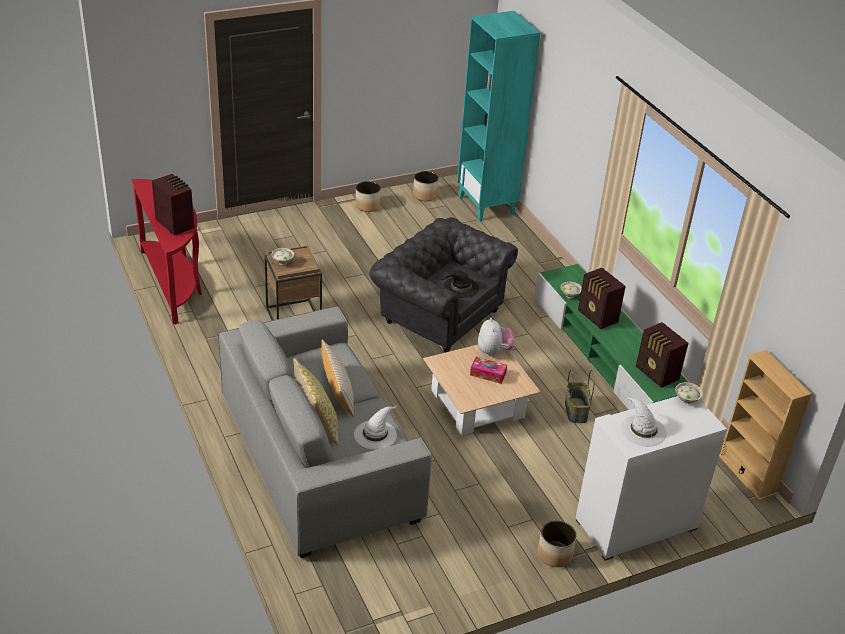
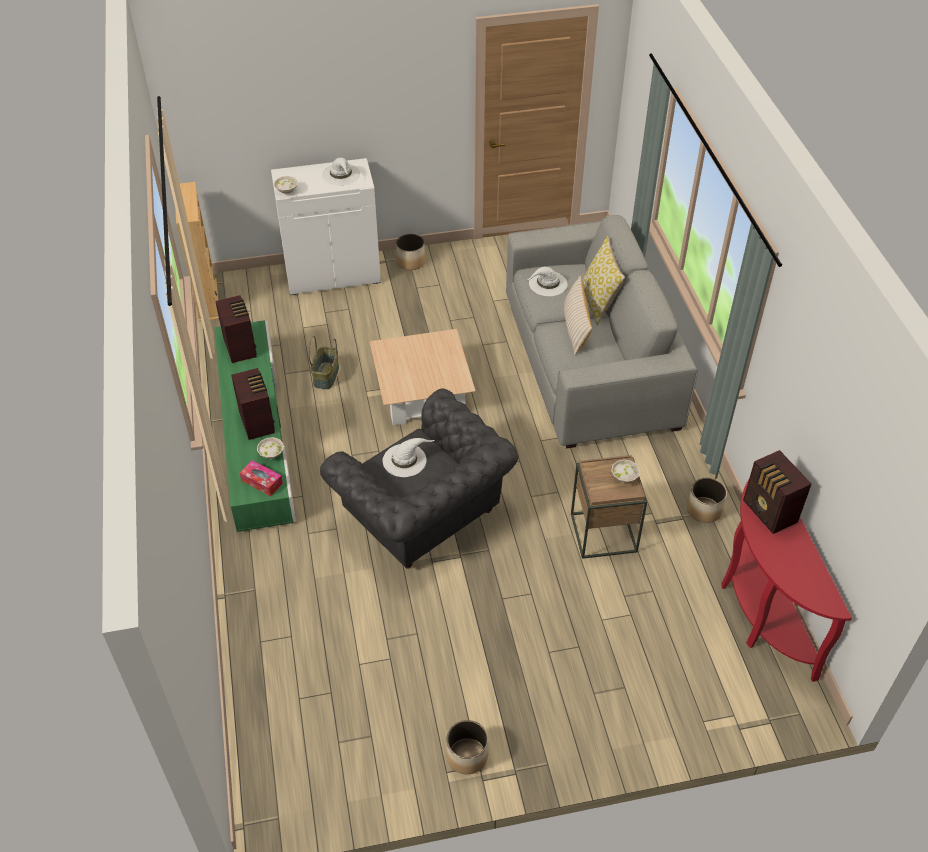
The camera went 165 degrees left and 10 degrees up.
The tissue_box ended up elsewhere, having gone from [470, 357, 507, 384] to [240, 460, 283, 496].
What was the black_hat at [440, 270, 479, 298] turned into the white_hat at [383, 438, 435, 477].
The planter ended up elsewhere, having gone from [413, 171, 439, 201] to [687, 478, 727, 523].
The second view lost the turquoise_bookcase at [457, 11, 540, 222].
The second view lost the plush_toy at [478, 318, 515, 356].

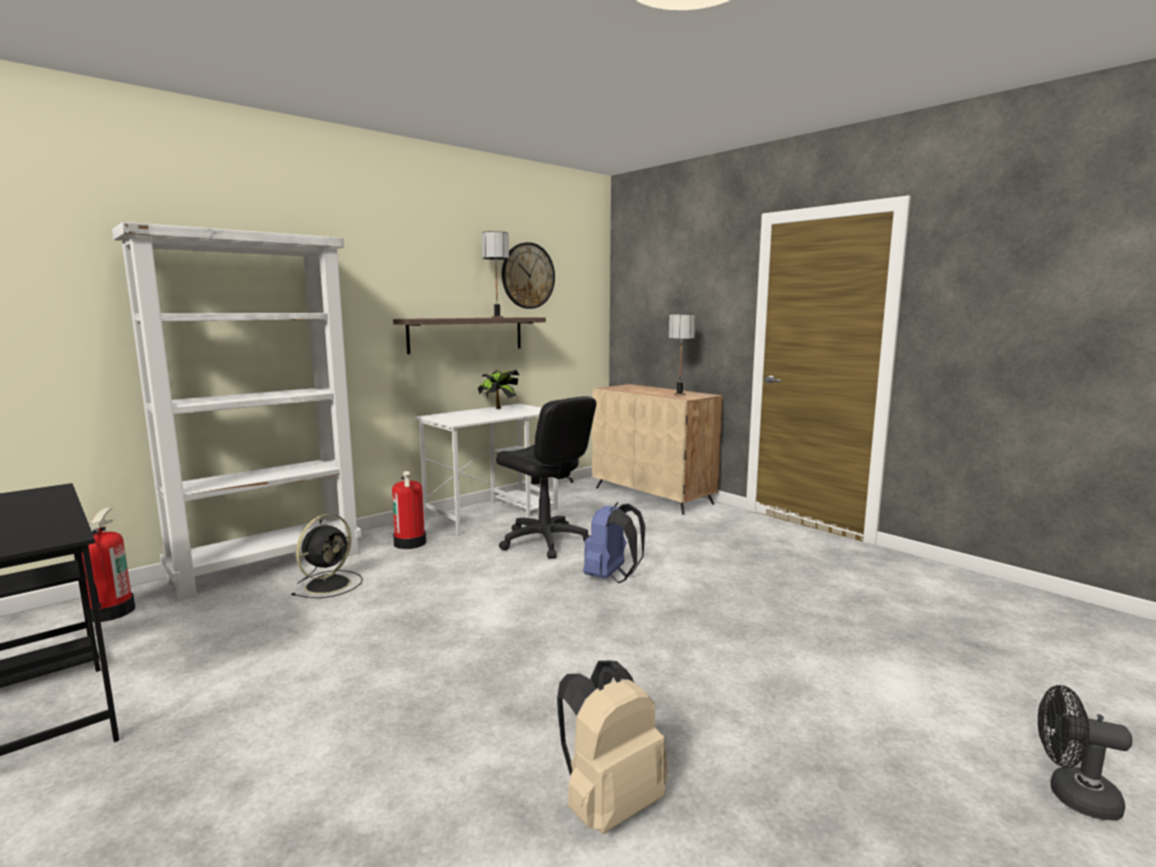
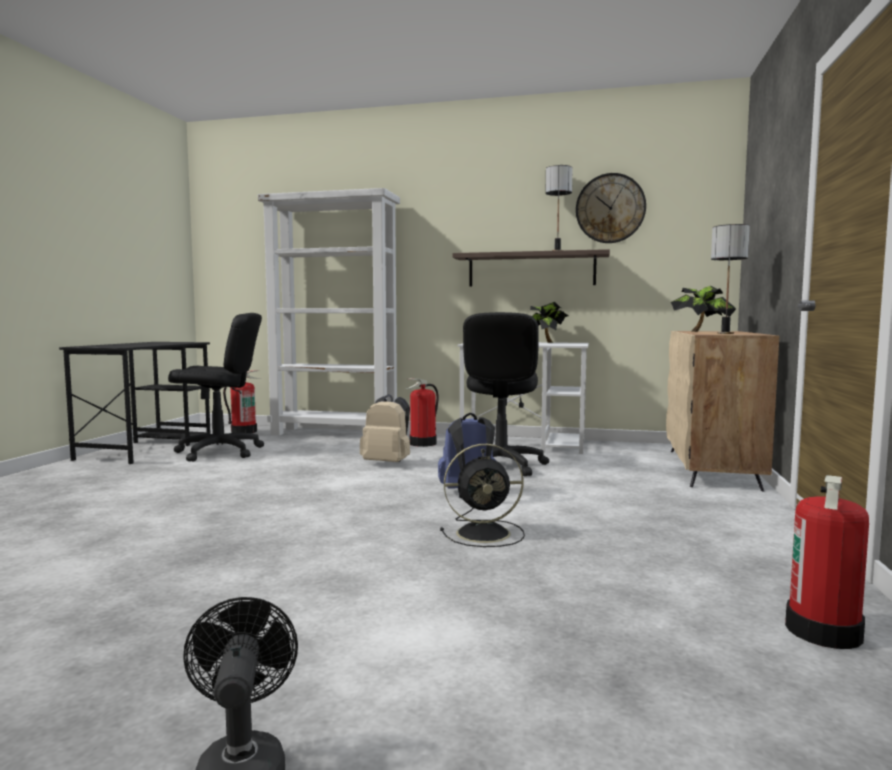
The camera went 55 degrees right and 5 degrees down.
The second view gained the black_office_chair at [168, 313, 264, 462].
The beige_backpack ended up elsewhere, having gone from [557, 661, 668, 834] to [360, 394, 410, 462].
The black_fan ended up elsewhere, having gone from [291, 514, 363, 598] to [440, 444, 525, 547].
The second view gained the potted_plant at [671, 286, 736, 332].
The second view gained the fire_extinguisher at [785, 475, 869, 649].

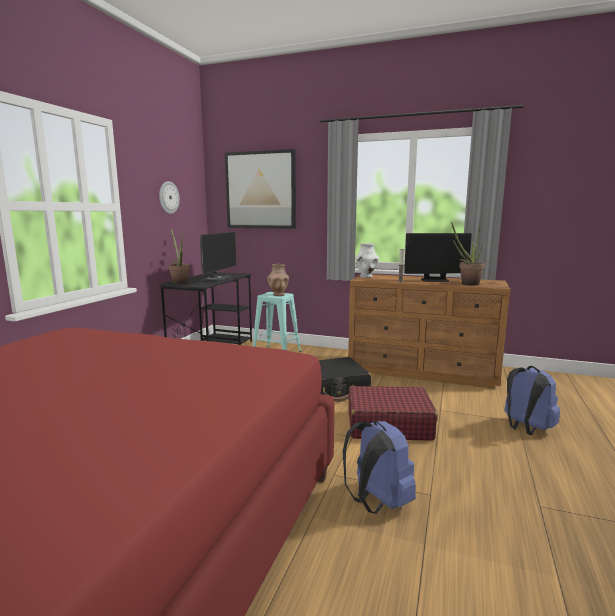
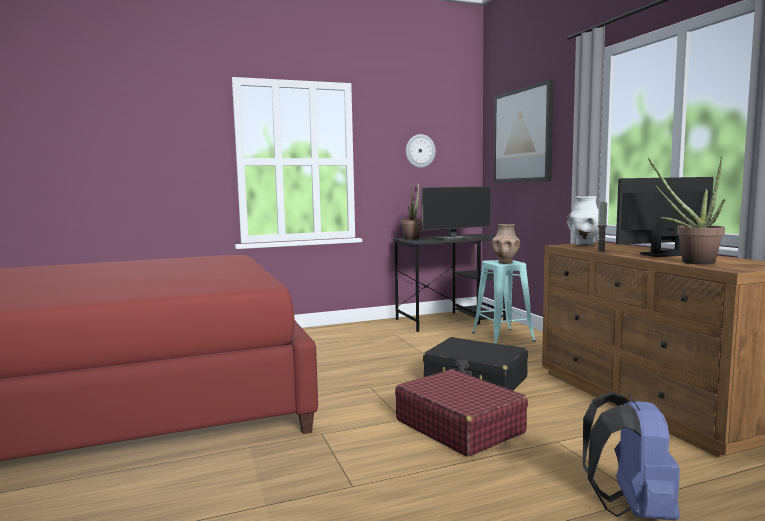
The camera went 50 degrees right and 5 degrees down.
The monitor at [404, 233, 472, 282] ended up facing another way, 120 degrees clockwise from before.
The second view lost the blue_backpack at [343, 420, 416, 514].

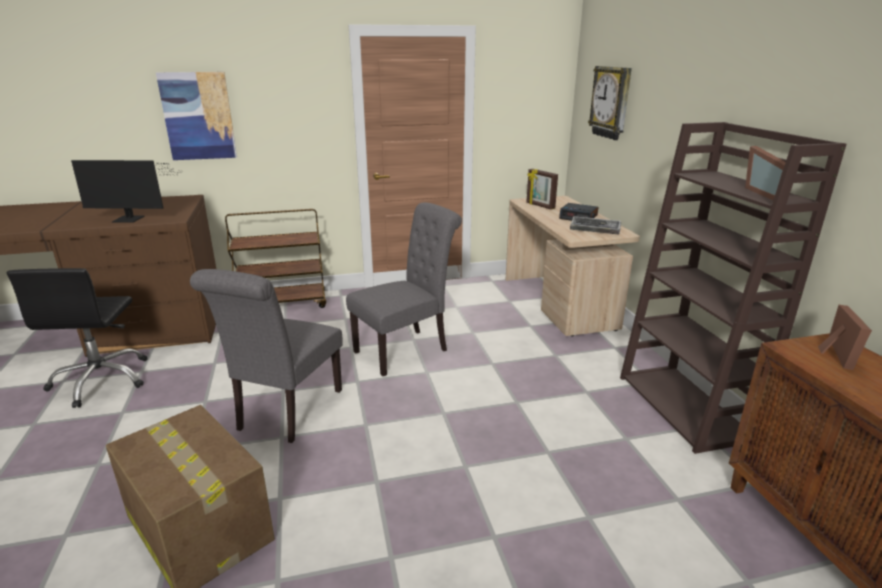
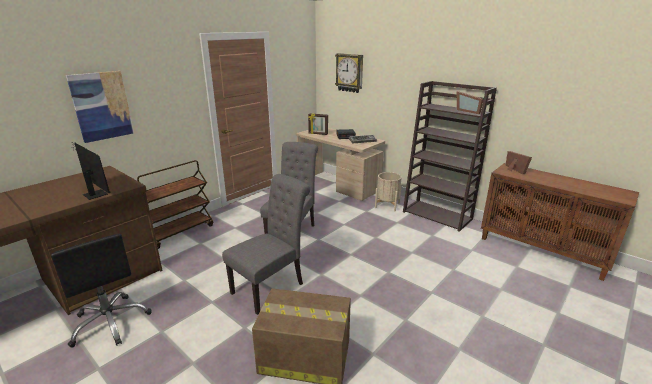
The camera went 35 degrees left and 0 degrees up.
The monitor at [71, 160, 178, 223] ended up facing another way, 105 degrees counterclockwise from before.
The grey_chair at [190, 269, 343, 443] ended up facing another way, 120 degrees counterclockwise from before.
The second view gained the beige_planter at [375, 172, 402, 211].

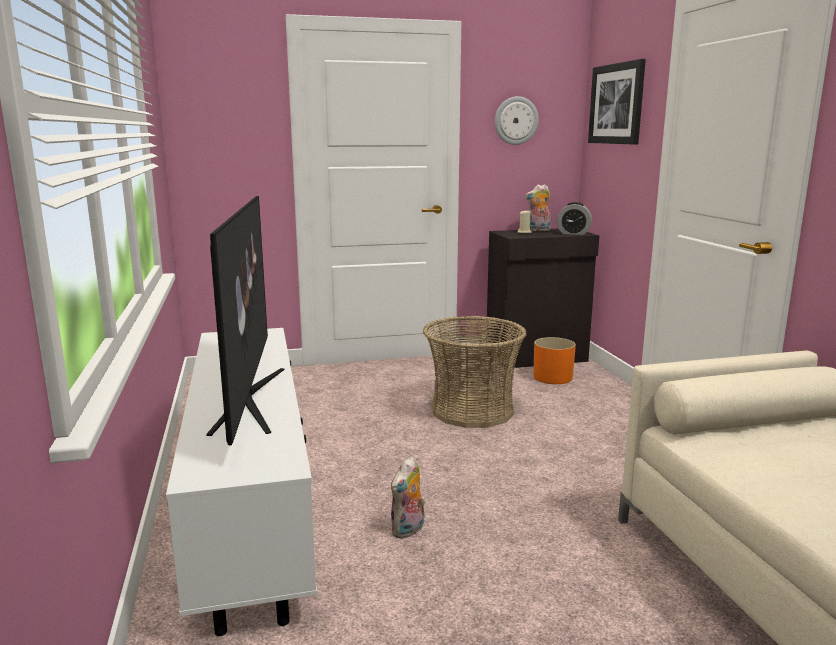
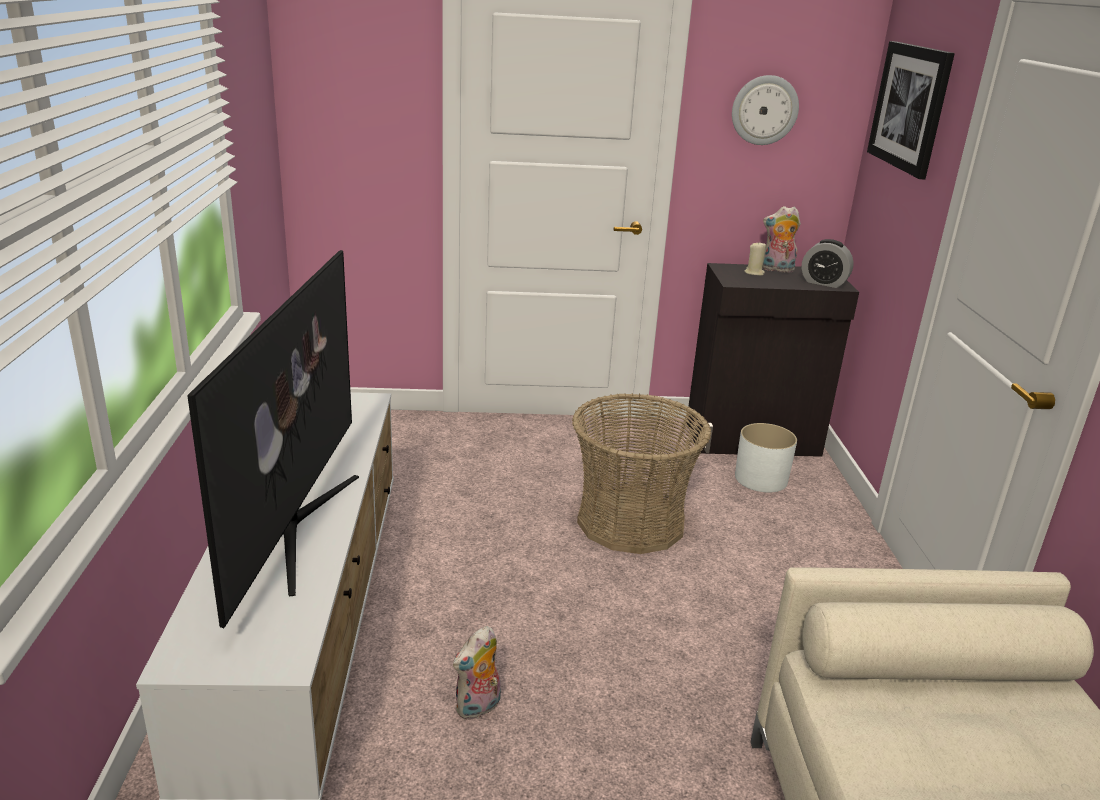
The camera went 10 degrees right and 10 degrees up.
What was the orange_planter at [534, 337, 576, 384] turned into the white_planter at [735, 423, 797, 493].

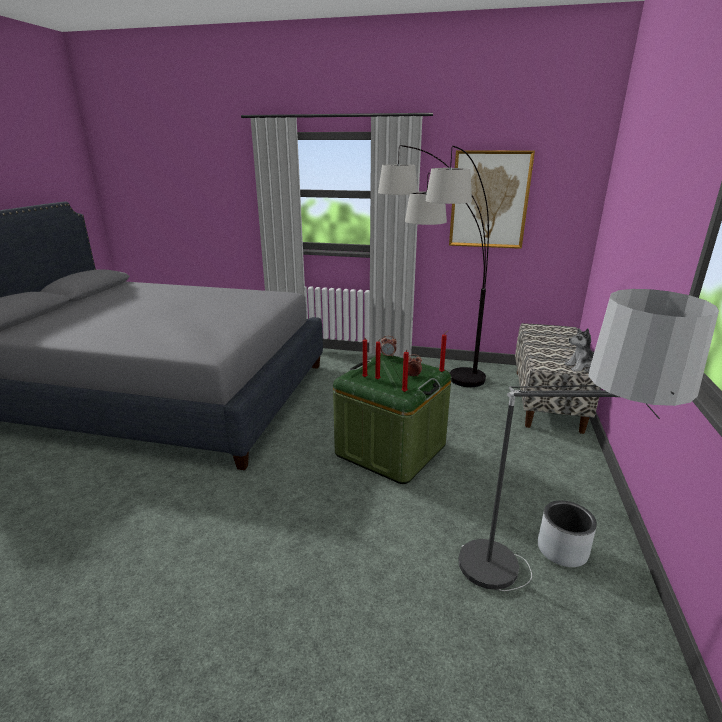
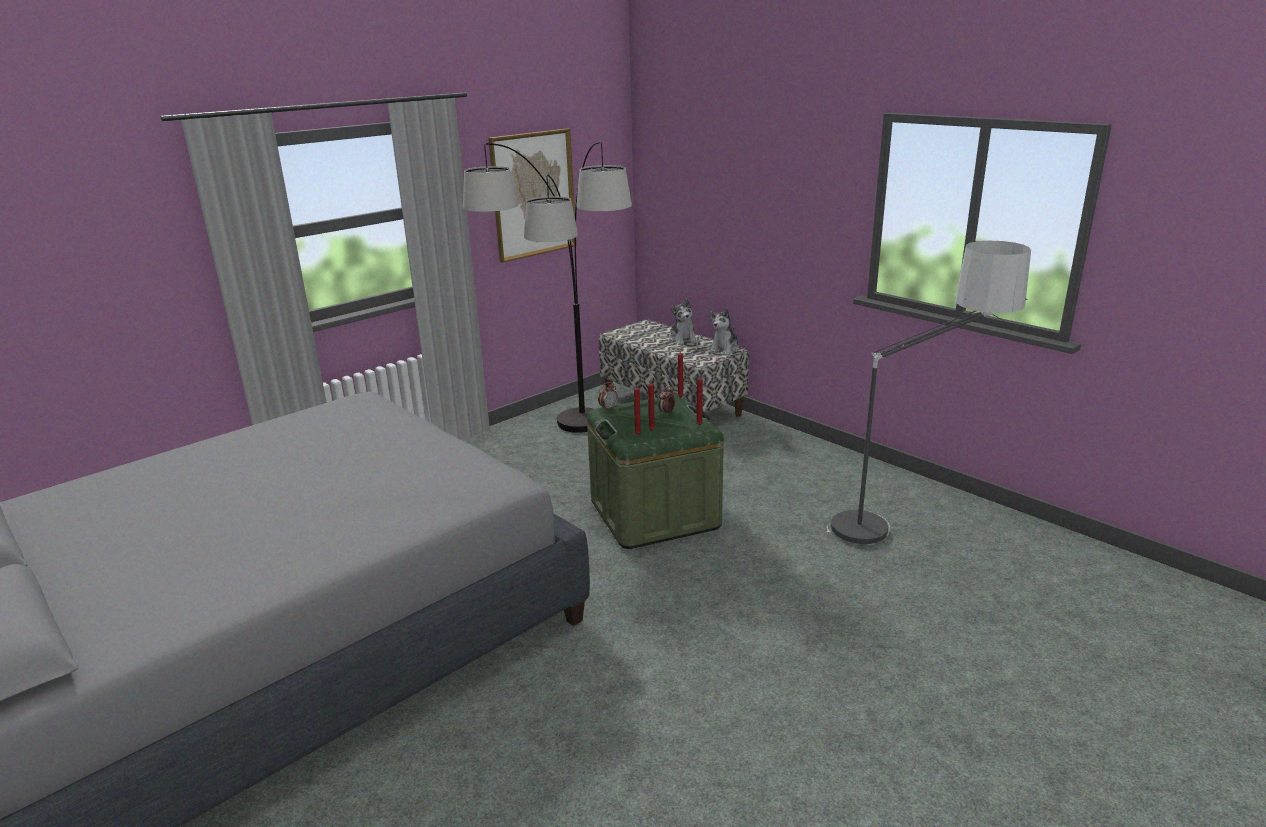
The camera went 55 degrees left and 0 degrees up.
The second view gained the plush_toy at [669, 299, 697, 345].
The second view lost the grey_planter at [538, 501, 597, 567].

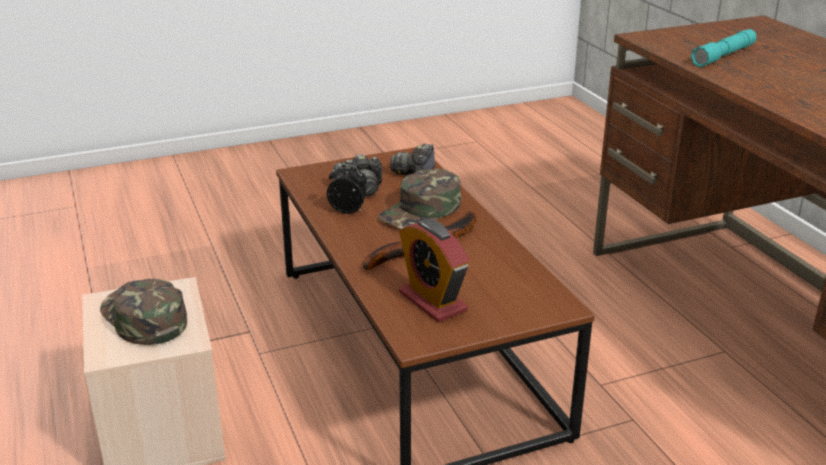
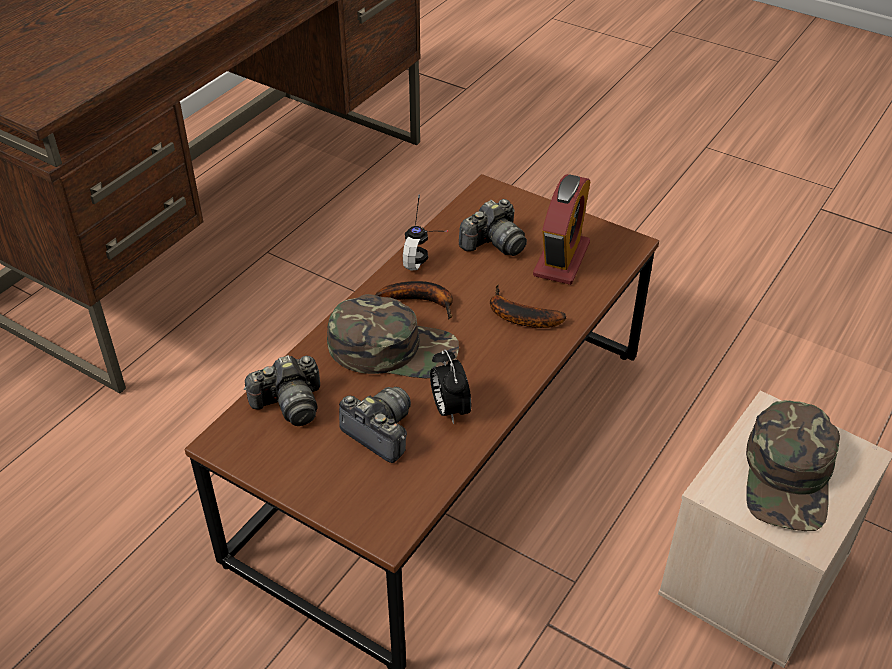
The camera went 125 degrees left and 15 degrees up.
The second view gained the headphones at [403, 195, 448, 271].
The second view gained the photo_camera at [459, 199, 527, 256].
The second view lost the turquoise_flashlight at [691, 29, 757, 67].

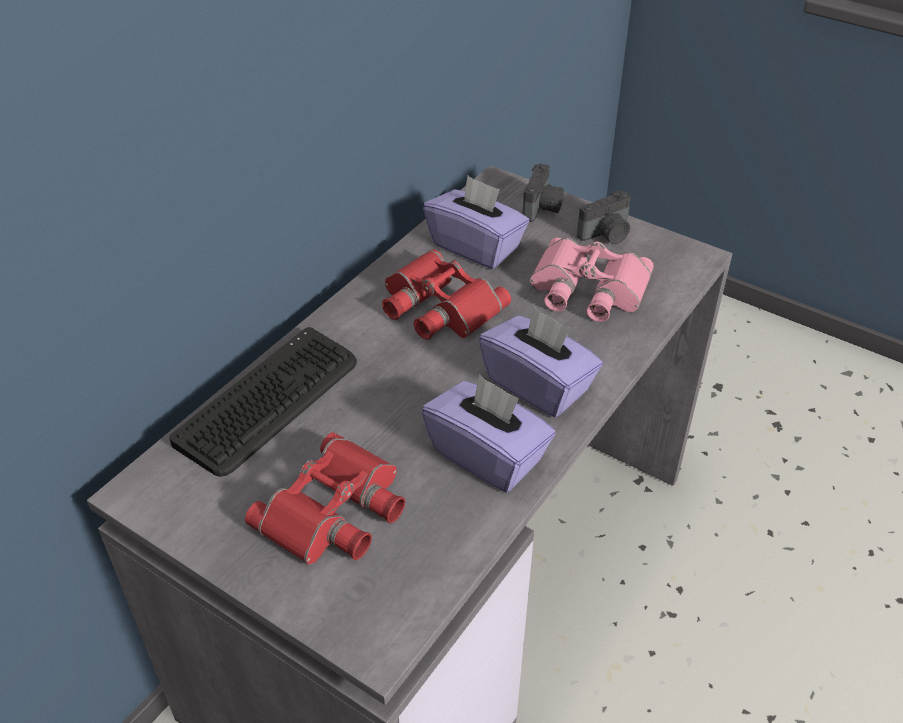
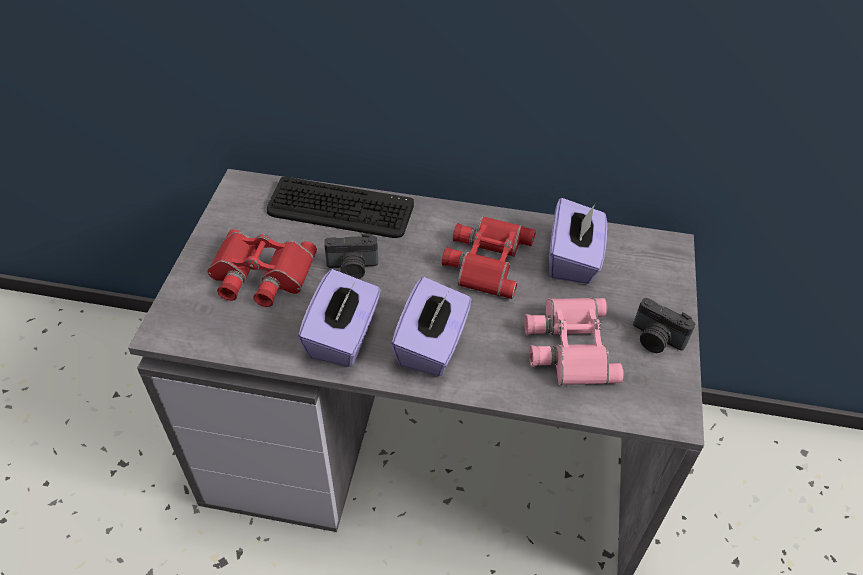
The camera went 65 degrees right and 5 degrees up.
The photo_camera ended up elsewhere, having gone from [522, 164, 564, 222] to [324, 233, 378, 279].

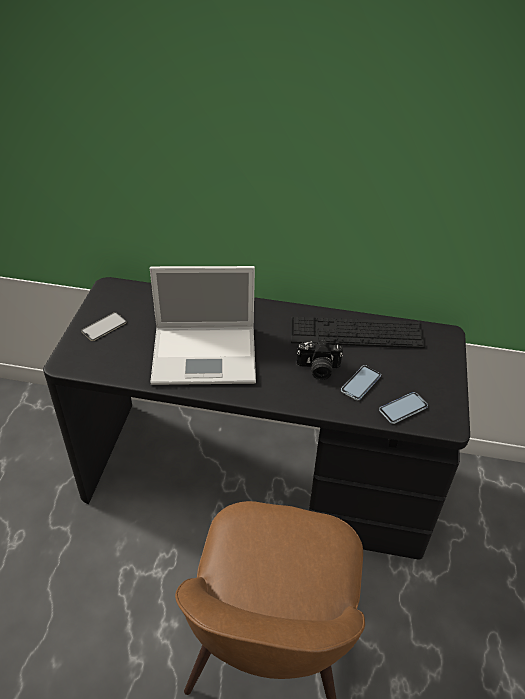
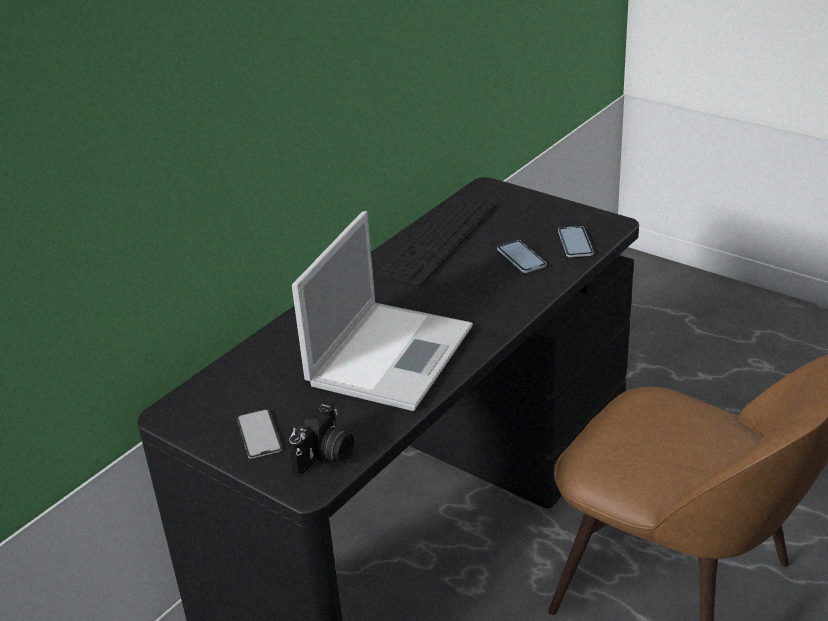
The camera went 60 degrees left and 10 degrees down.
The photo_camera ended up elsewhere, having gone from [296, 340, 343, 380] to [288, 403, 354, 474].

